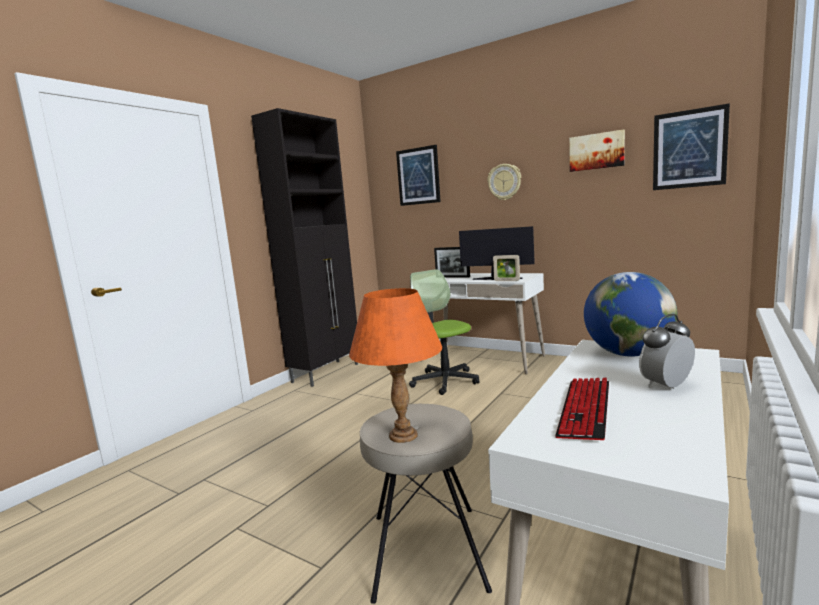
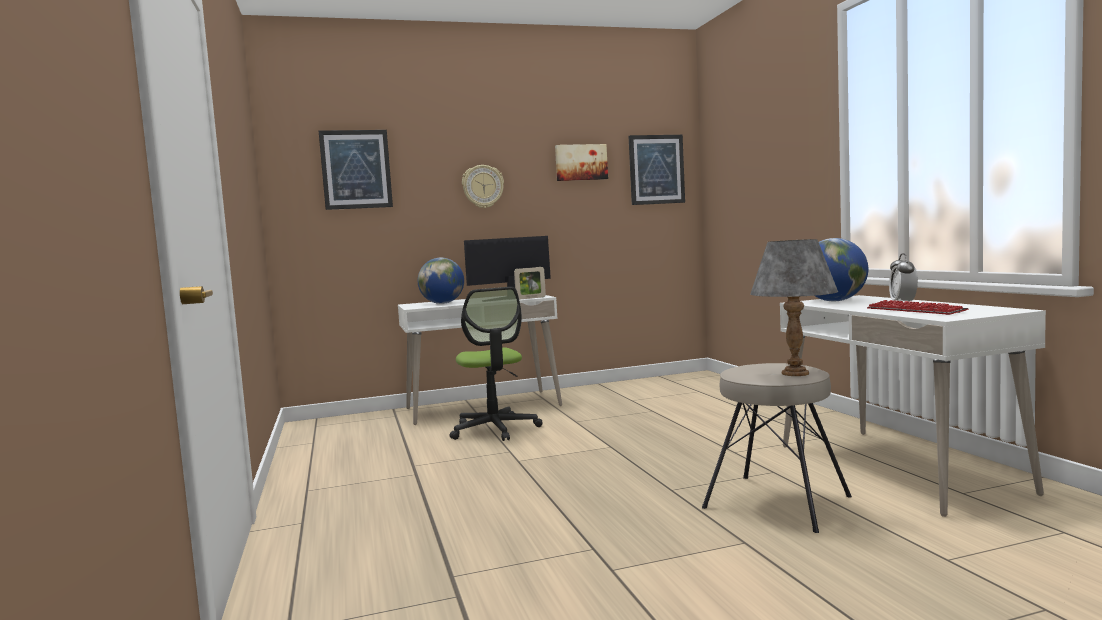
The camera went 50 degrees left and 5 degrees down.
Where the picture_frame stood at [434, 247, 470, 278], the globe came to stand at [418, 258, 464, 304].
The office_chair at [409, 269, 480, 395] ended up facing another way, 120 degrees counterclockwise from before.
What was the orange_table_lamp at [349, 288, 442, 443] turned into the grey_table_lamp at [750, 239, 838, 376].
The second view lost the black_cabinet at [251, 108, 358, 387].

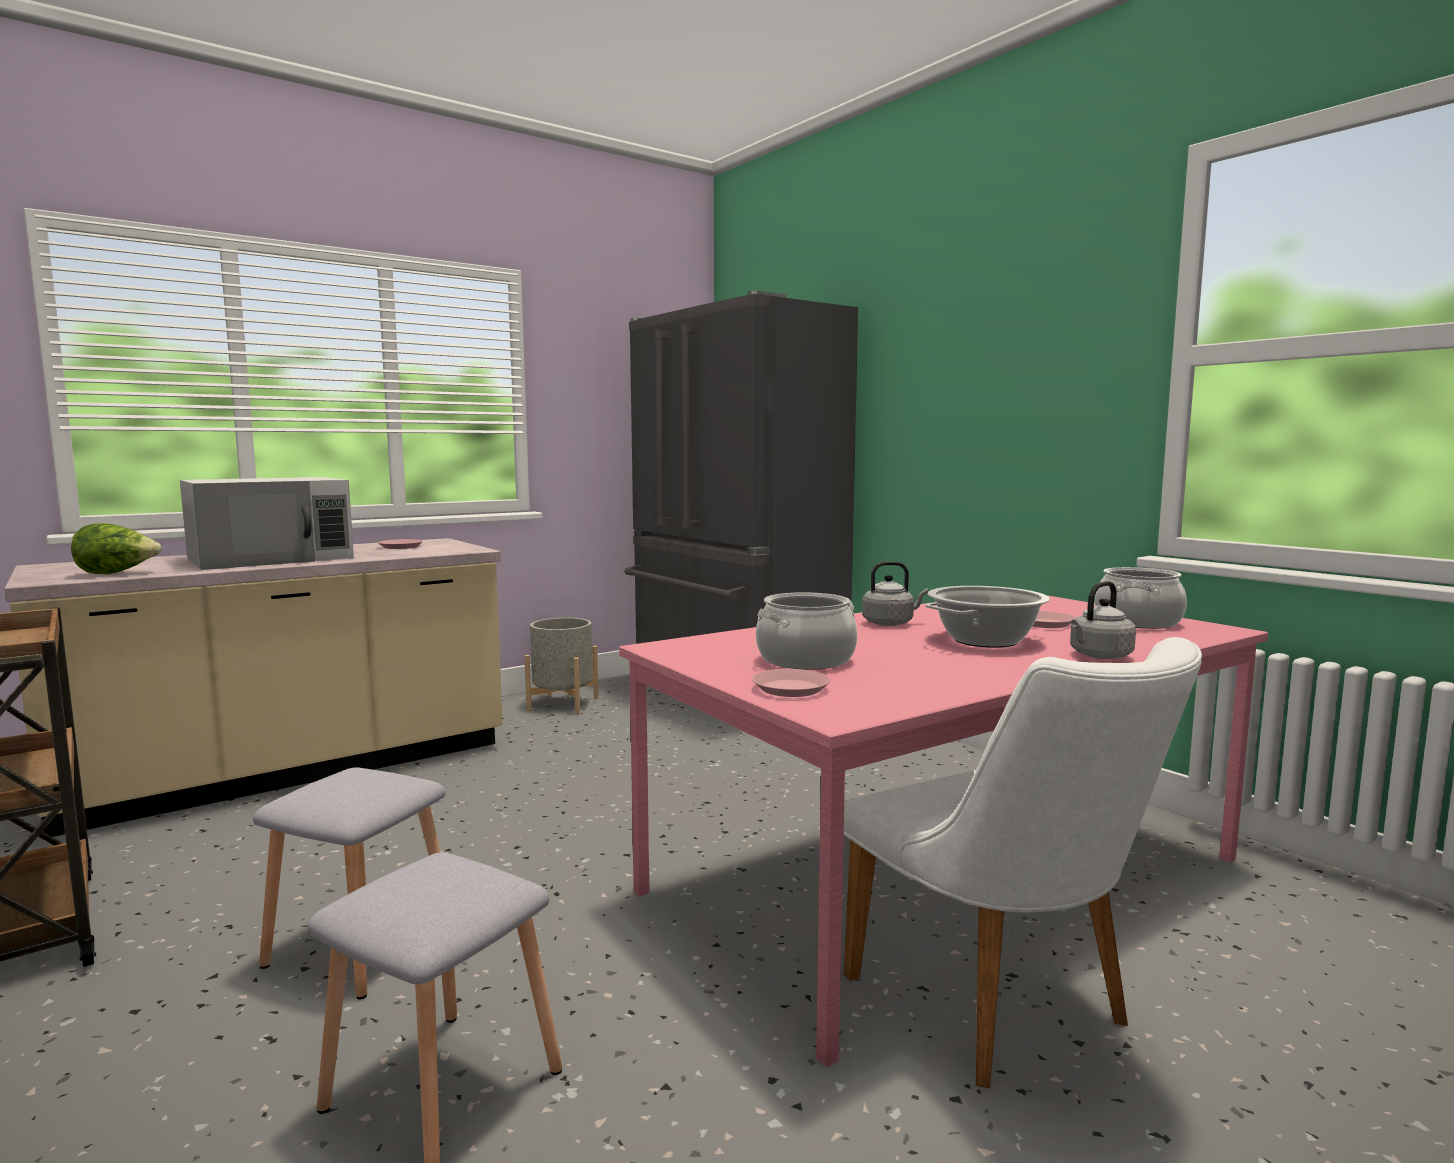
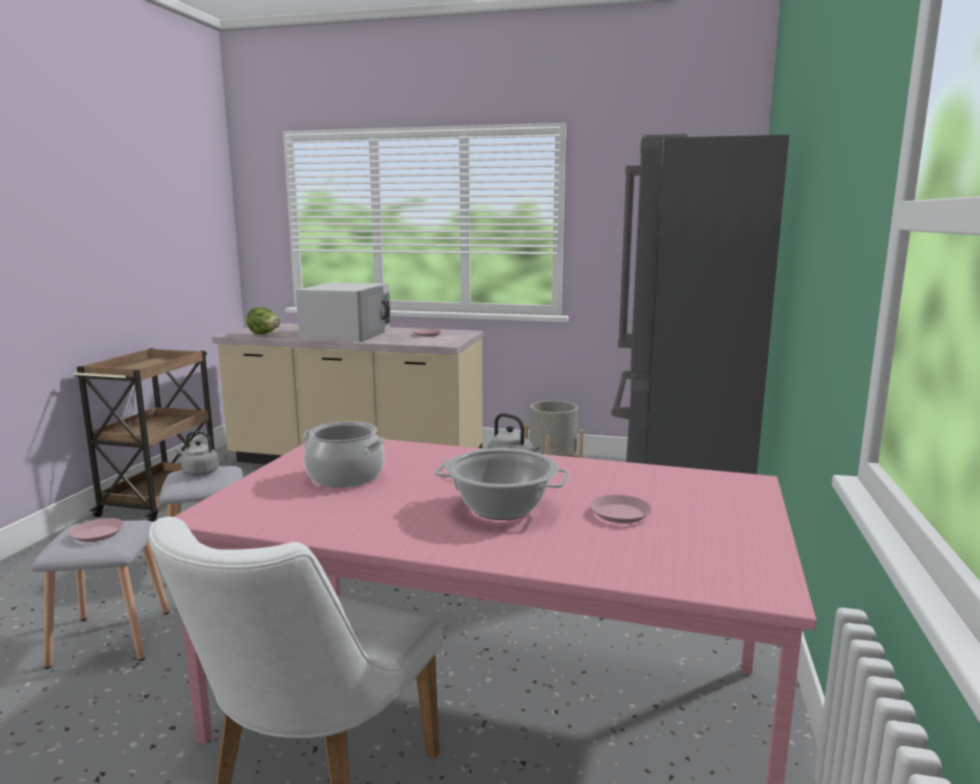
The camera went 50 degrees right and 5 degrees up.
The pink_plate ended up elsewhere, having gone from [752, 669, 830, 697] to [69, 518, 124, 542].
The grey_kettle ended up elsewhere, having gone from [1070, 581, 1136, 659] to [176, 431, 219, 476].
The white_microwave at [180, 477, 354, 570] ended up facing another way, 90 degrees counterclockwise from before.
The second view lost the cooking_pot at [1095, 567, 1187, 629].

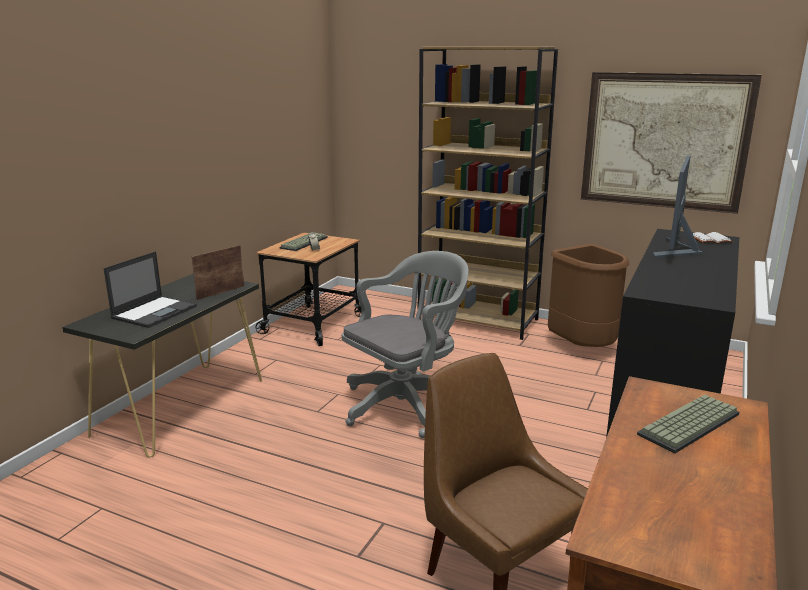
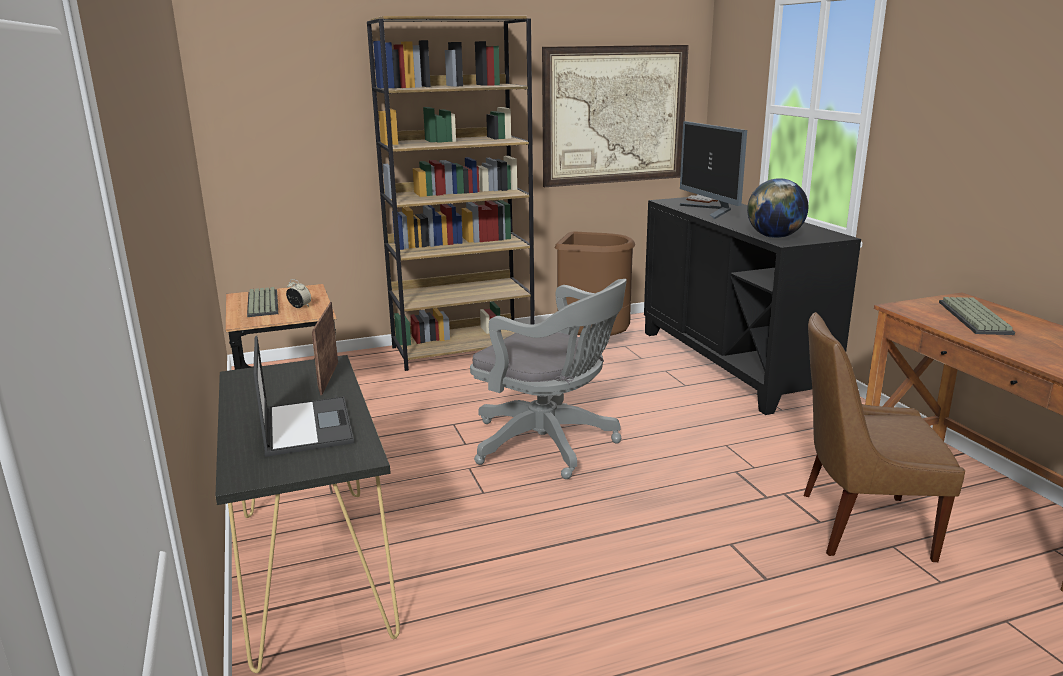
The camera went 45 degrees left and 0 degrees up.
The grey_office_chair at [342, 251, 468, 438] ended up facing another way, 120 degrees clockwise from before.
The second view gained the globe at [747, 178, 808, 238].

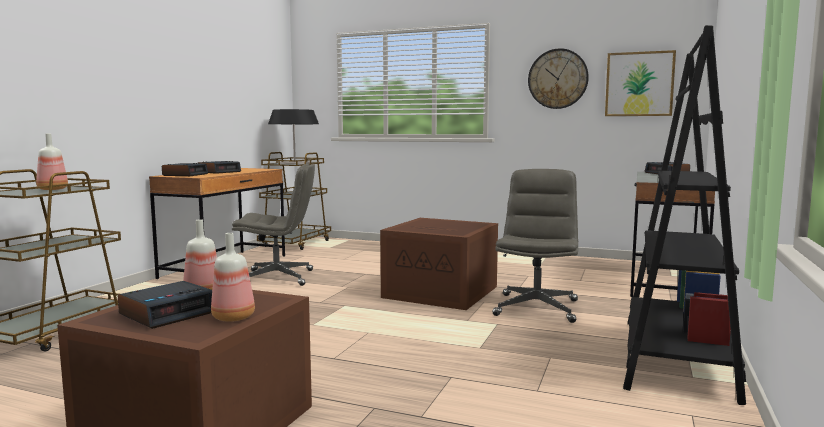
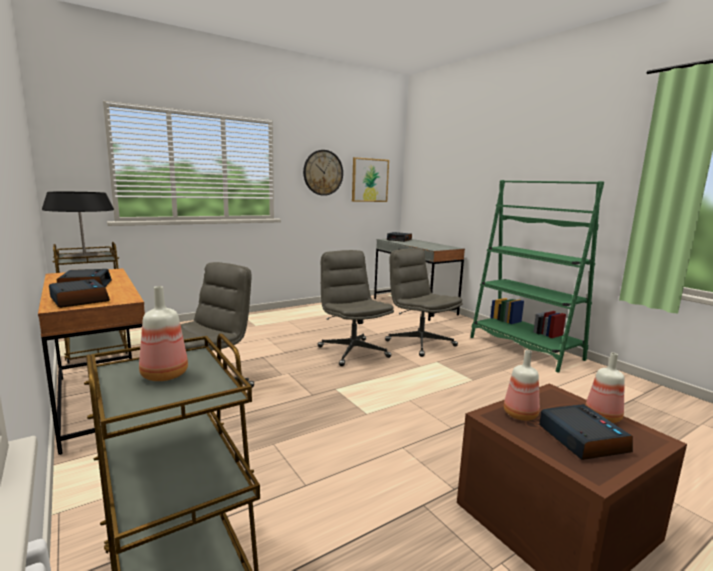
The camera went 55 degrees left and 5 degrees up.
Where the brown_storage_box stood at [380, 218, 498, 310], the grey_office_chair came to stand at [318, 250, 394, 366].
What was the black_bookcase at [623, 25, 746, 405] turned into the green_bookcase at [470, 180, 604, 373].

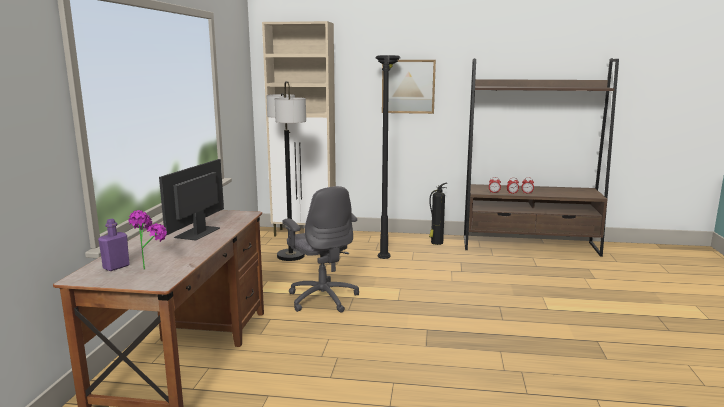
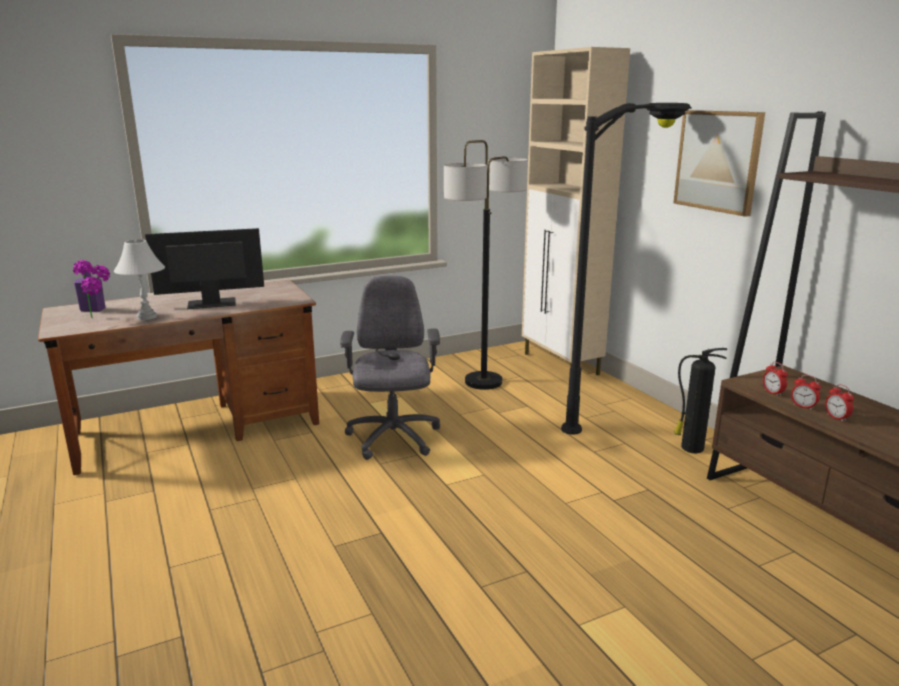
The camera went 55 degrees right and 5 degrees up.
The second view gained the white_table_lamp at [114, 239, 165, 320].
The grey_office_chair at [283, 186, 359, 312] ended up facing another way, 150 degrees clockwise from before.

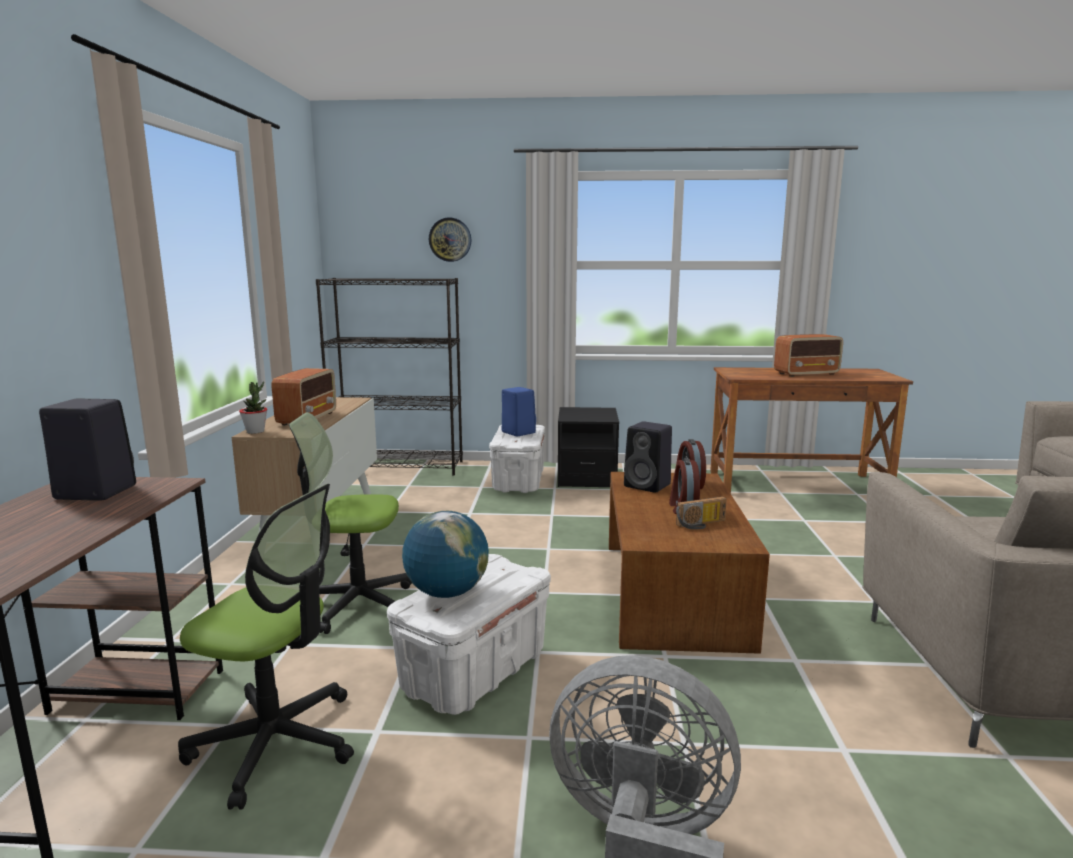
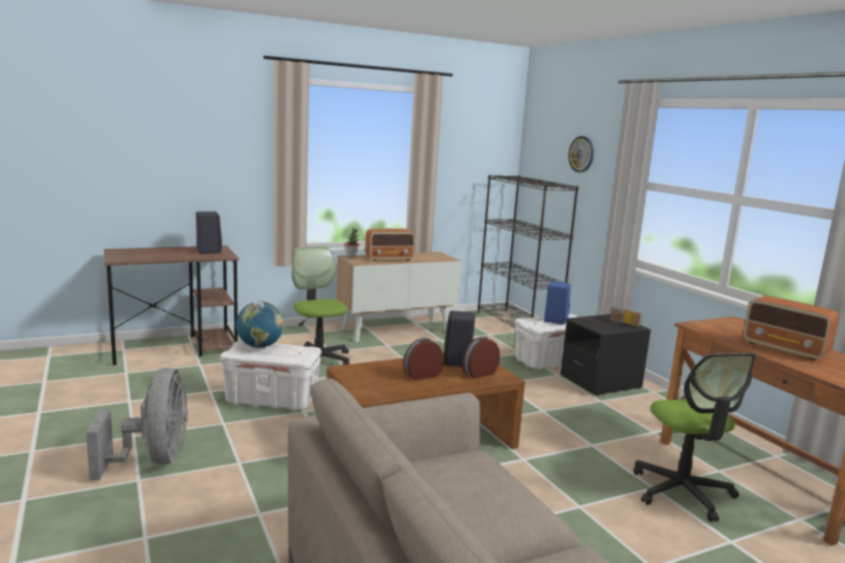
The camera went 60 degrees right and 0 degrees up.
The radio ended up elsewhere, having gone from [676, 497, 727, 530] to [608, 307, 641, 327].
The office_chair ended up elsewhere, having gone from [178, 484, 354, 810] to [634, 353, 756, 522].

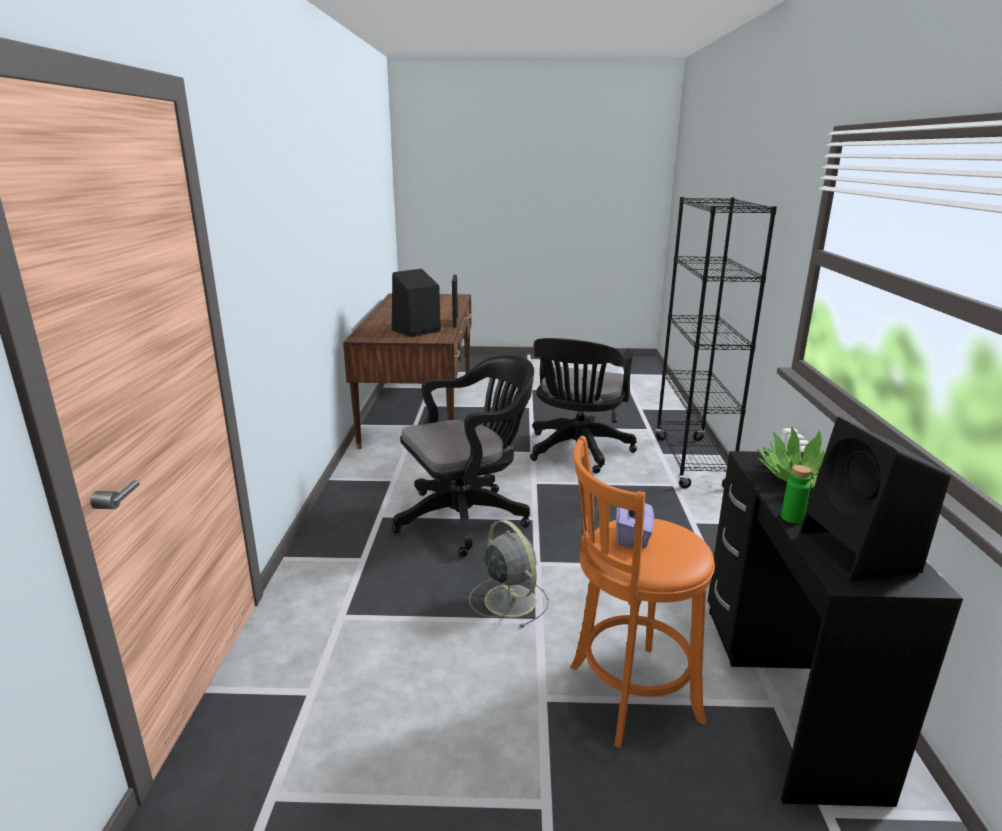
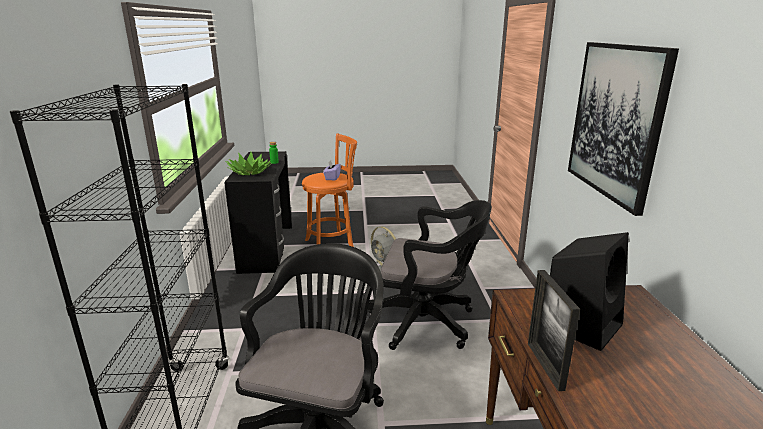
The camera went 175 degrees right and 0 degrees up.
The black_office_chair at [391, 355, 534, 557] ended up facing another way, 135 degrees counterclockwise from before.
The second view gained the picture at [568, 42, 679, 216].
The second view lost the black_speaker at [798, 417, 950, 581].

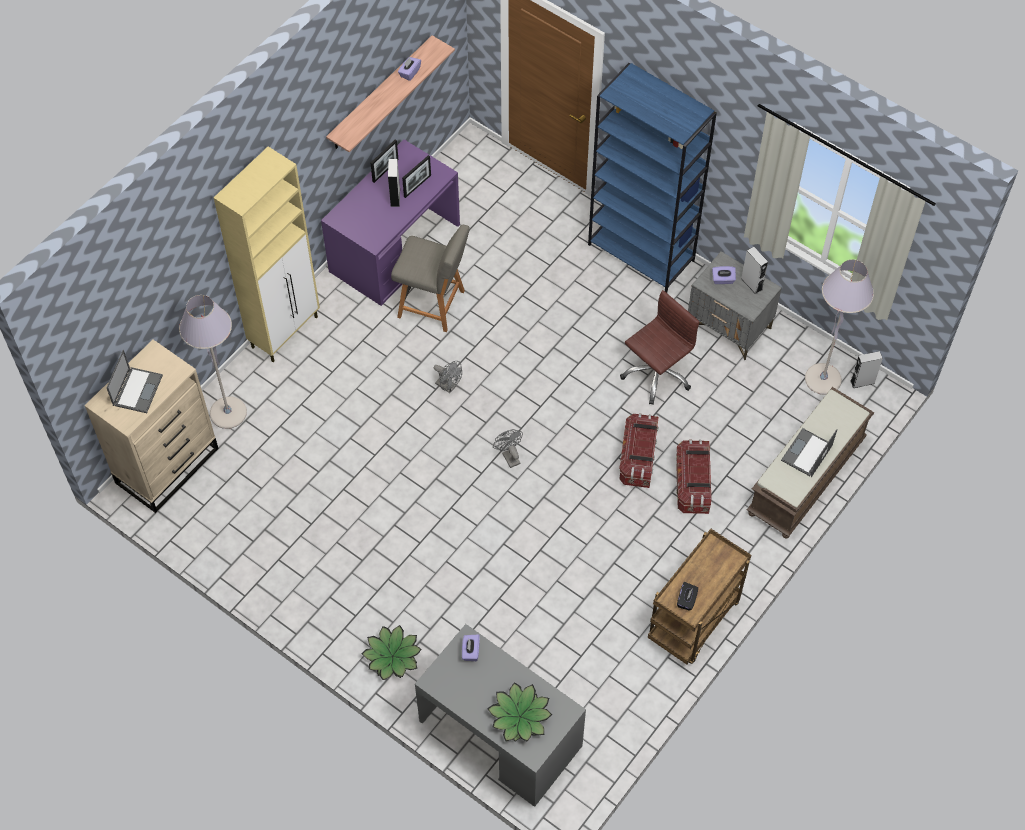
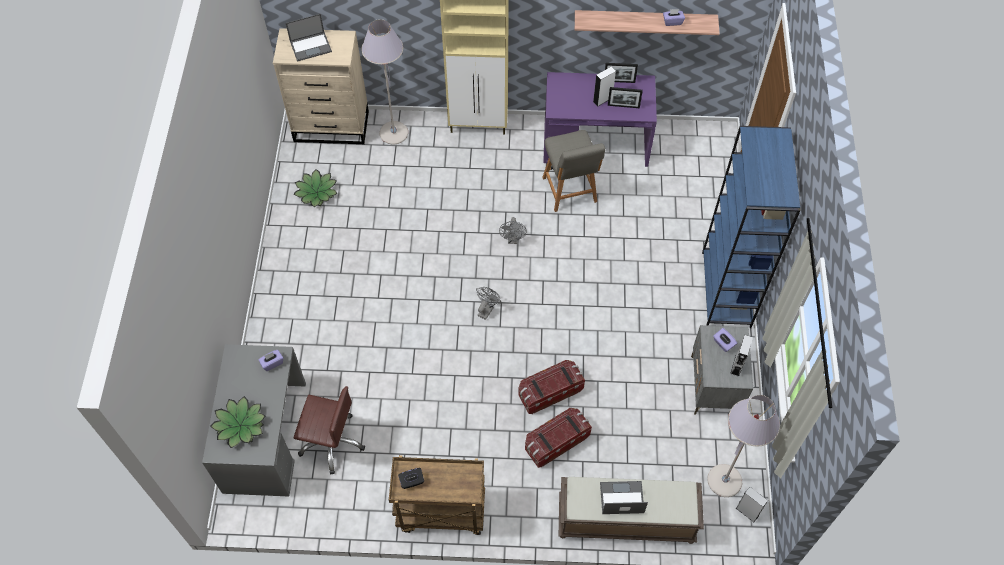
The camera went 55 degrees right and 0 degrees up.
The brown_office_chair ended up elsewhere, having gone from [620, 290, 699, 405] to [293, 386, 365, 474].
The potted_plant ended up elsewhere, having gone from [362, 625, 422, 680] to [294, 169, 337, 207].

